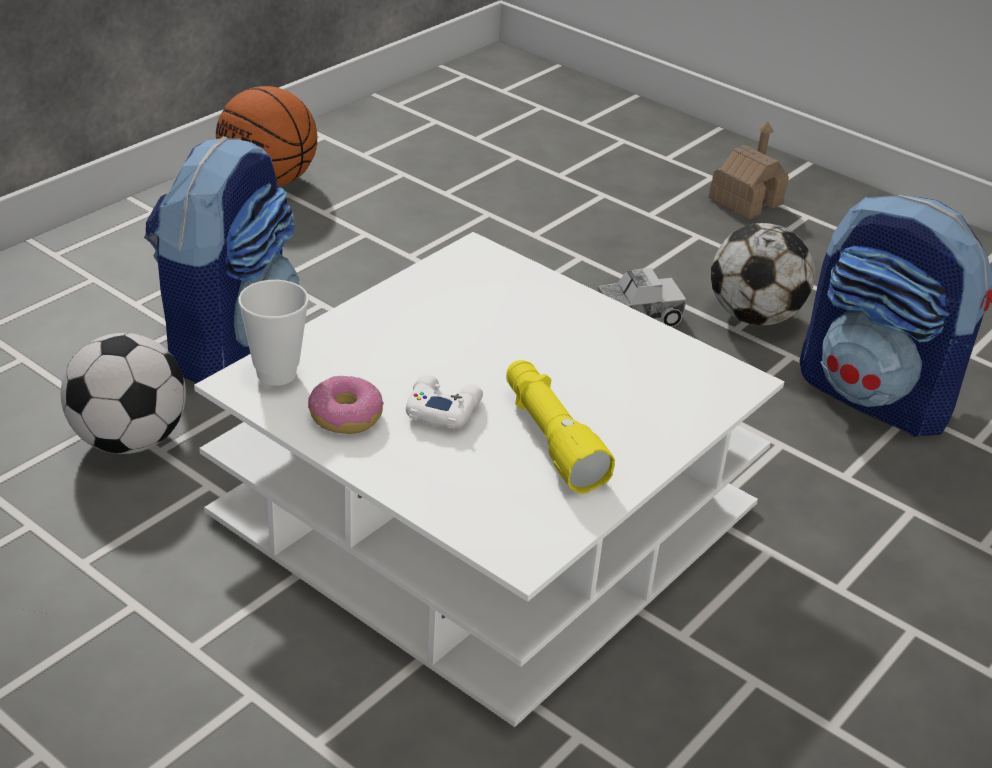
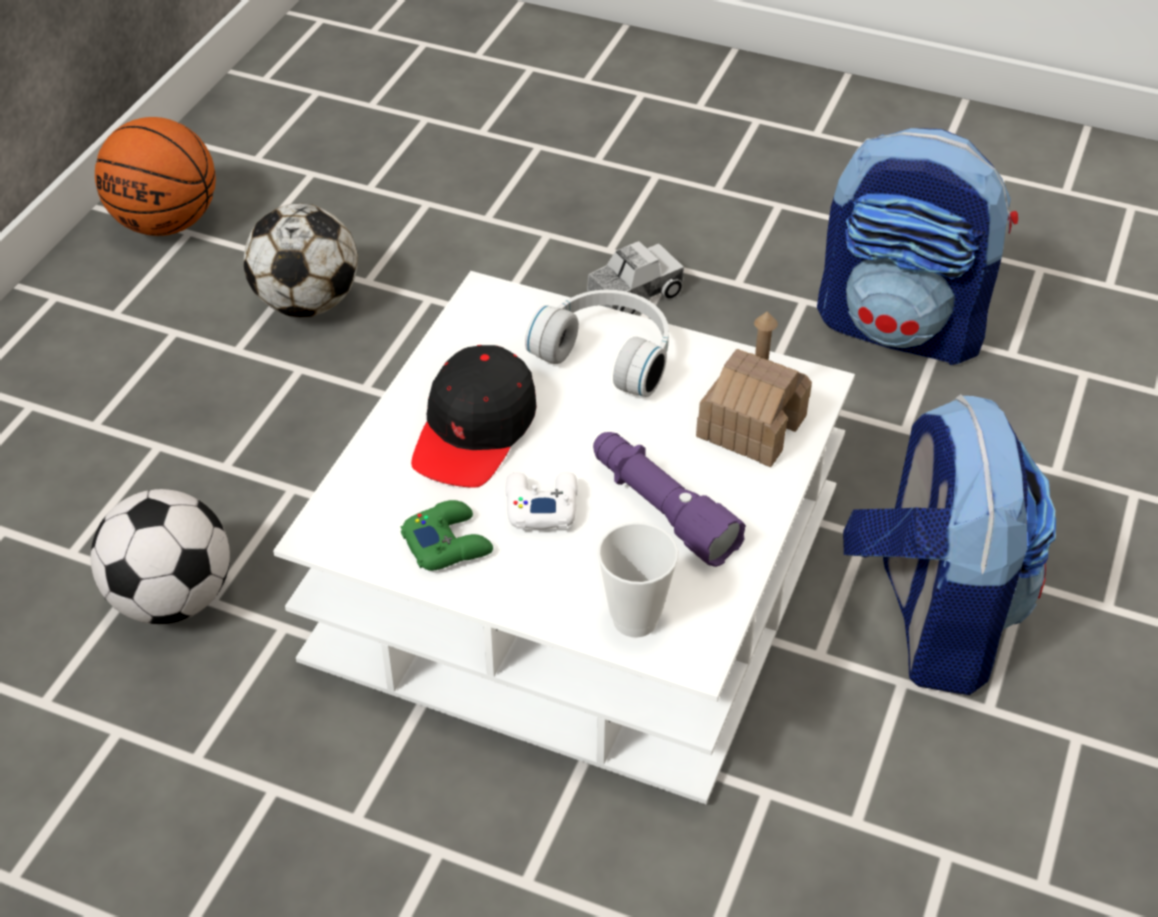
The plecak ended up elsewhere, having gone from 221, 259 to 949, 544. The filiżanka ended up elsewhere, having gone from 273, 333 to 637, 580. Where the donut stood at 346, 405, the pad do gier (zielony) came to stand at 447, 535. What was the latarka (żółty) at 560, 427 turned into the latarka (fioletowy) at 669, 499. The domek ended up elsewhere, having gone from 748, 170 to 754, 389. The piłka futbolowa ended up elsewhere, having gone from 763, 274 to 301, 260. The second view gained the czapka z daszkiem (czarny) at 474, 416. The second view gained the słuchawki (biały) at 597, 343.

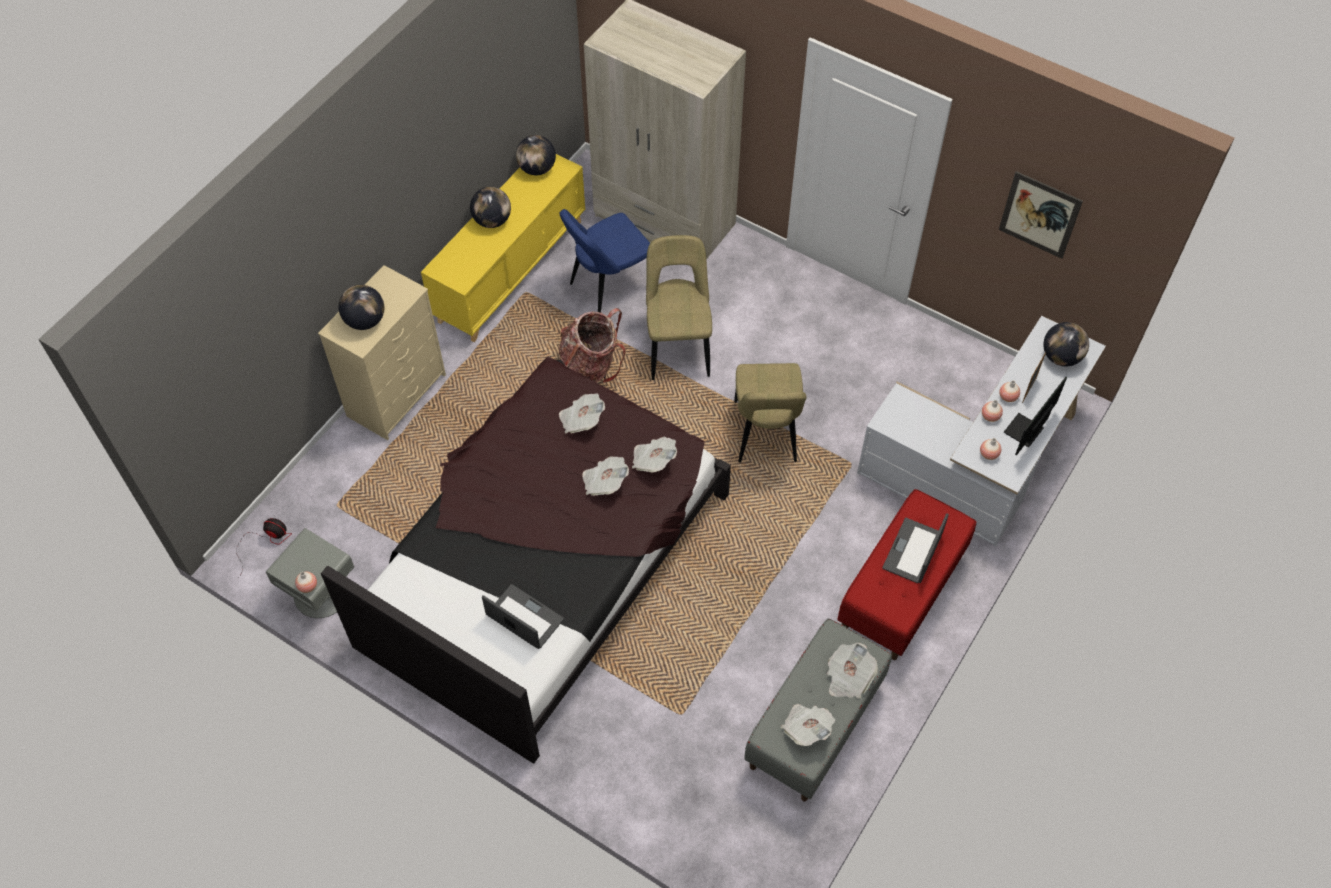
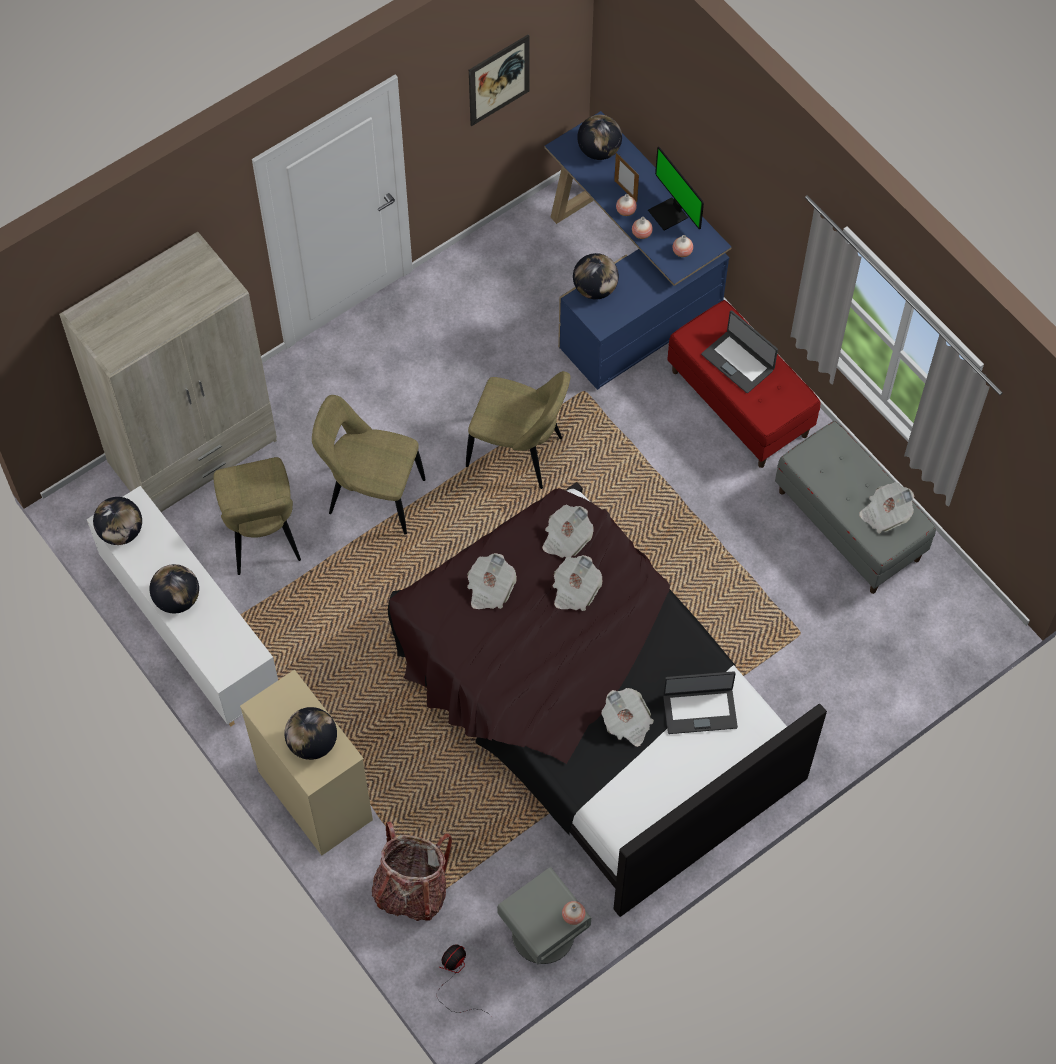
What was the szafka (żółty) at 503, 248 turned into the szafka (biały) at 182, 606. The laptop at 523, 616 ended up facing another way, 150 degrees counterclockwise from before. What was the krzesło (niebieski) at 604, 261 turned into the krzesło (beżowy) at 257, 516. The plecak ended up elsewhere, having gone from 592, 345 to 412, 871. The gazeta ended up elsewhere, having gone from 852, 671 to 627, 717. What was the biurko (biały) at 981, 431 turned into the biurko (niebieski) at 638, 250. The second view gained the globus at 596, 276.

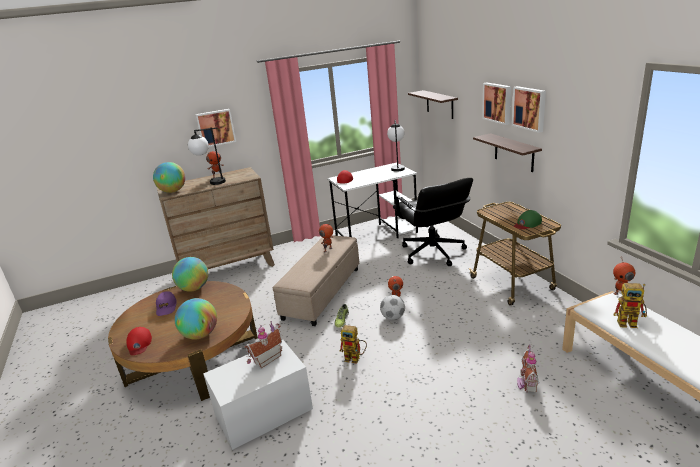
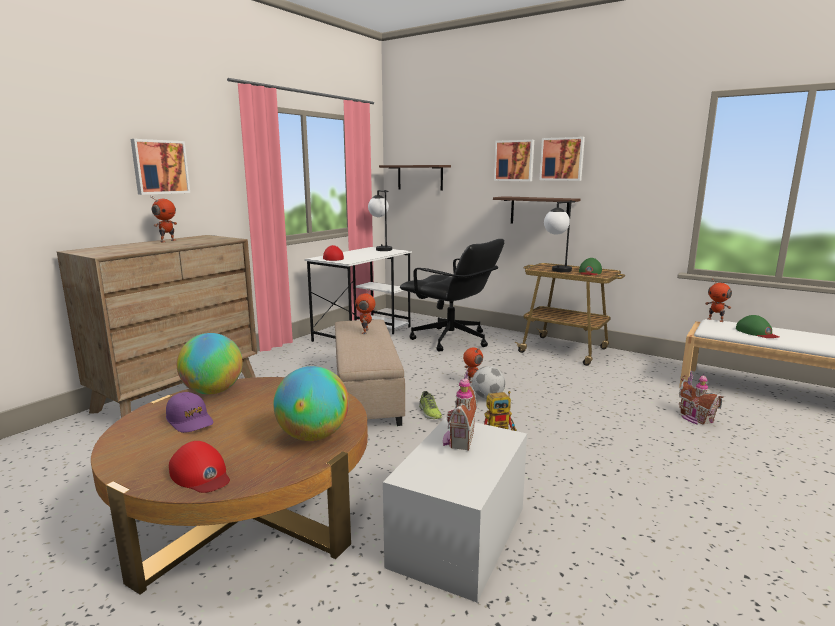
The second view lost the globus at 169, 177. The lampa stołowa ended up elsewhere, having gone from 207, 156 to 559, 236. Where the robot zabawkowy stood at 630, 305, the czapka z daszkiem (zielony) came to stand at 757, 326.

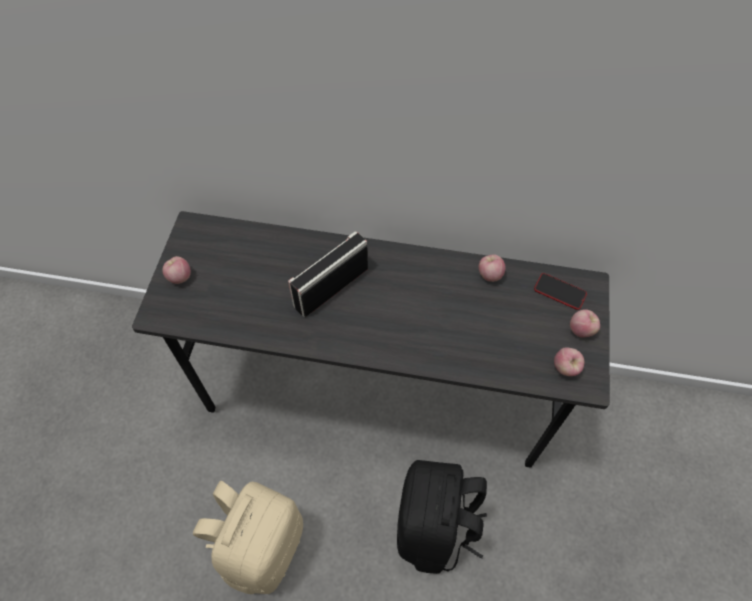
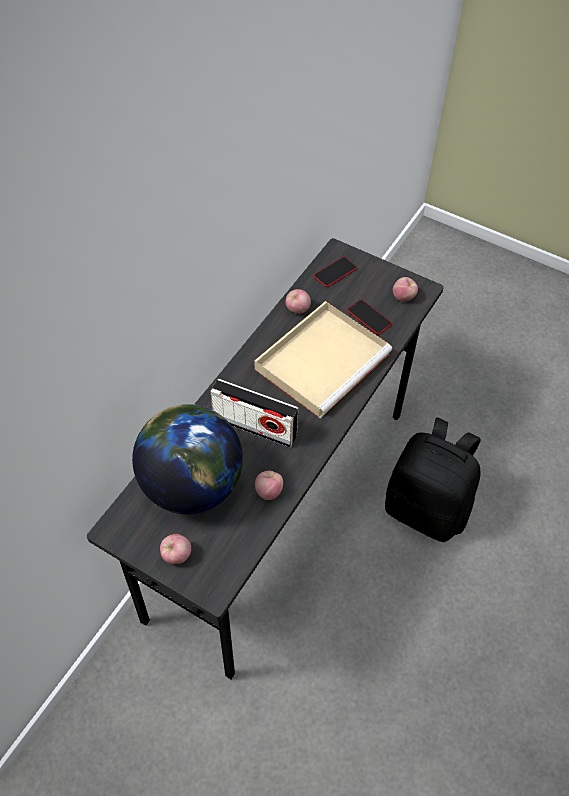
The second view lost the plecak (beżowy) at 248, 537. The radio at 328, 274 ended up facing another way, 45 degrees counterclockwise from before. The jabłko ended up elsewhere, having gone from 585, 323 to 269, 485. The second view gained the globus at 187, 459. The second view gained the taca (beżowy) at 323, 359. The second view gained the telefon at 369, 317.

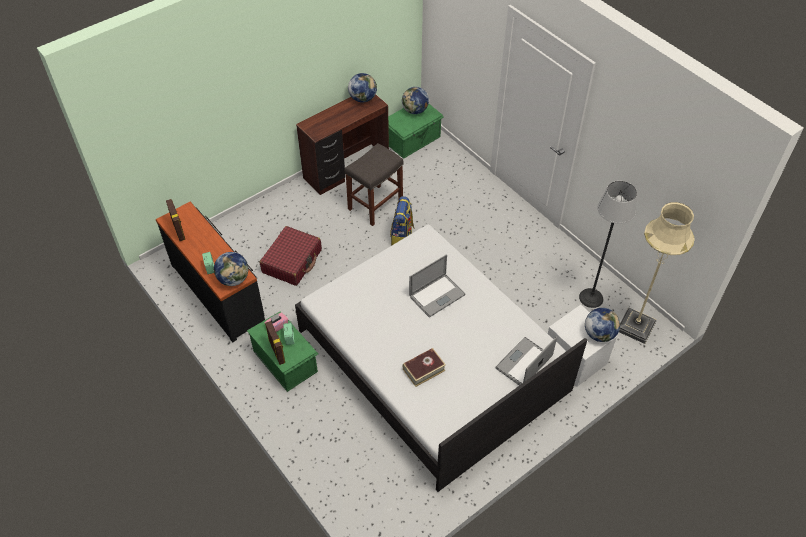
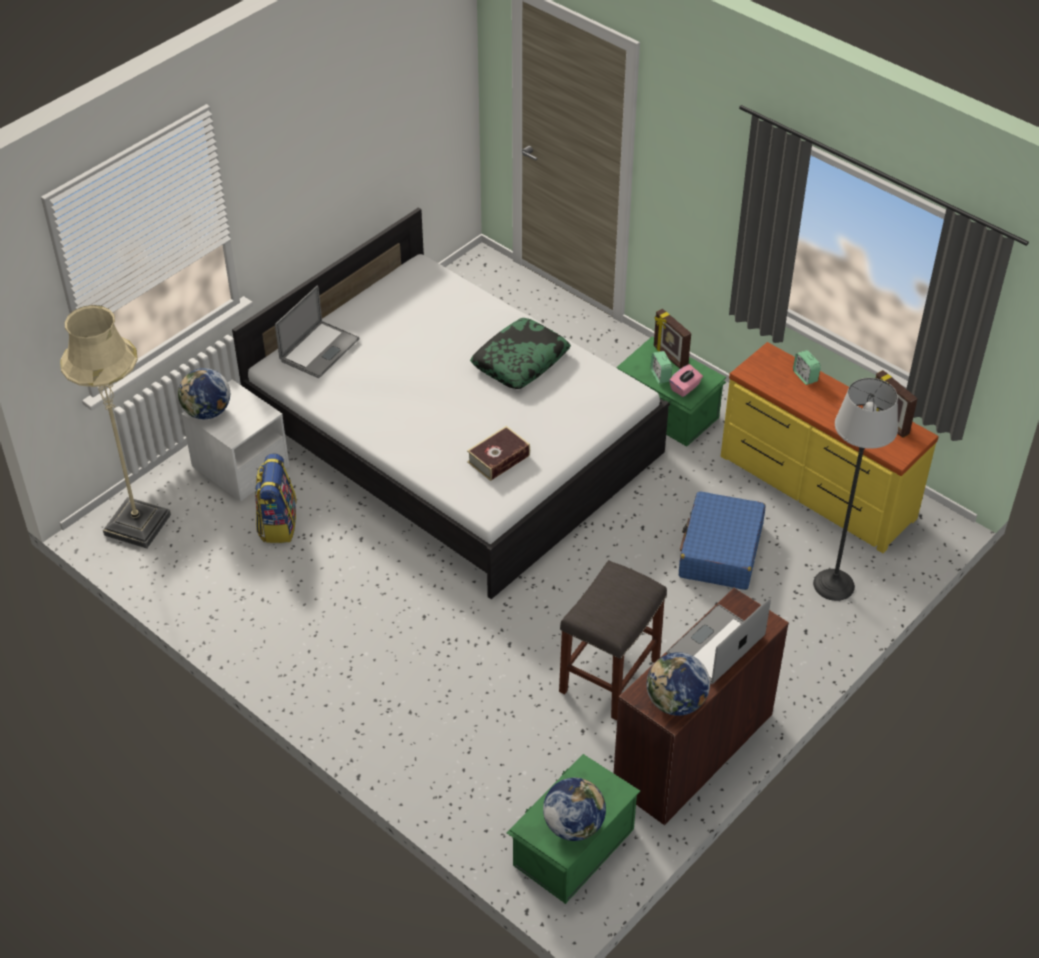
What was the komoda (czarny) at 210, 272 turned into the komoda (żółty) at 830, 447. The second view lost the globus at 231, 269. What was the walizka (czerwony) at 291, 256 turned into the walizka (niebieski) at 722, 540. The plecak ended up elsewhere, having gone from 402, 220 to 276, 498. The książka ended up elsewhere, having gone from 424, 367 to 498, 453. The laptop ended up elsewhere, having gone from 437, 285 to 719, 641. The lampa stojąca ended up elsewhere, having gone from 608, 244 to 855, 489. The second view gained the poduszka at 520, 353.

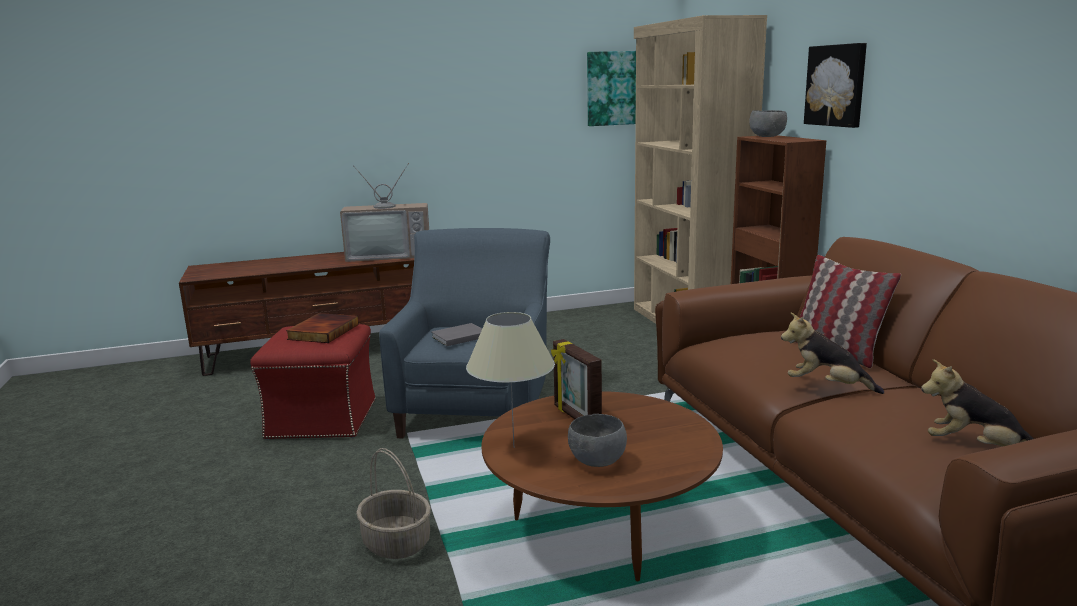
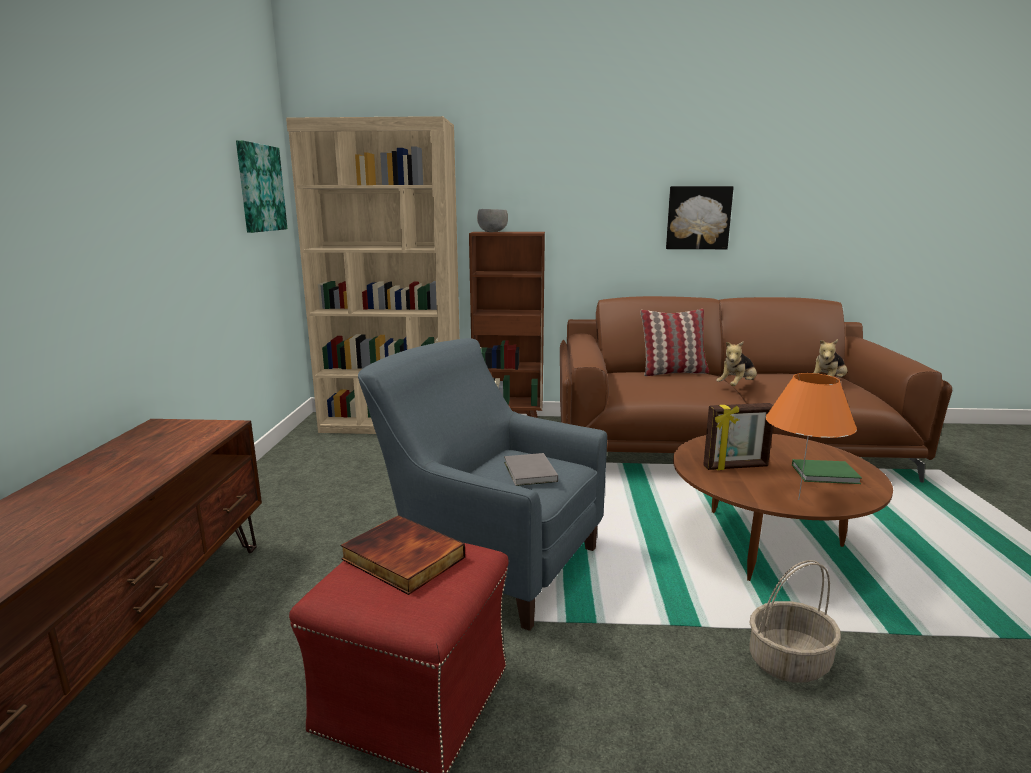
The second view lost the telewizor at 384, 212. What was the lampa stołowa (beżowy) at 510, 380 turned into the lampa stołowa (pomarańczowy) at 811, 436. Where the miska (szary) stood at 597, 440, the książka (zielony) came to stand at 827, 471. The obraz ended up elsewhere, having gone from 835, 85 to 700, 217.

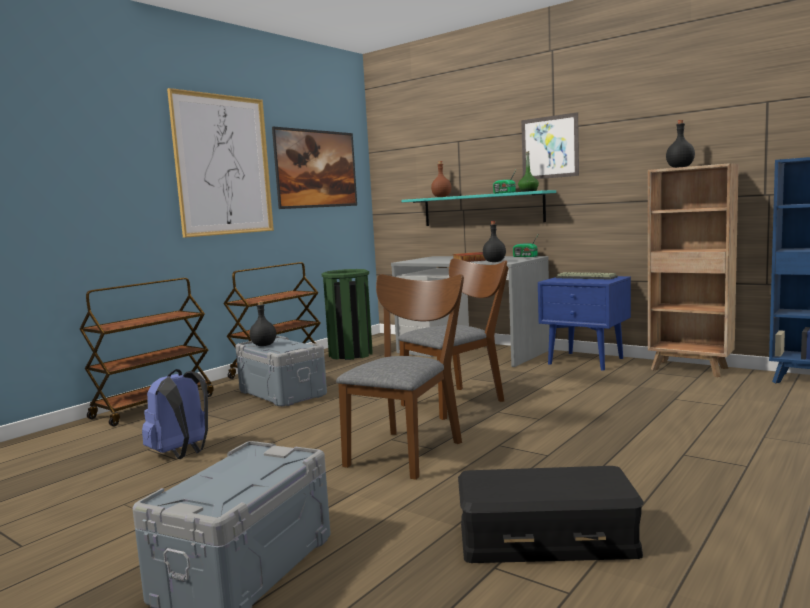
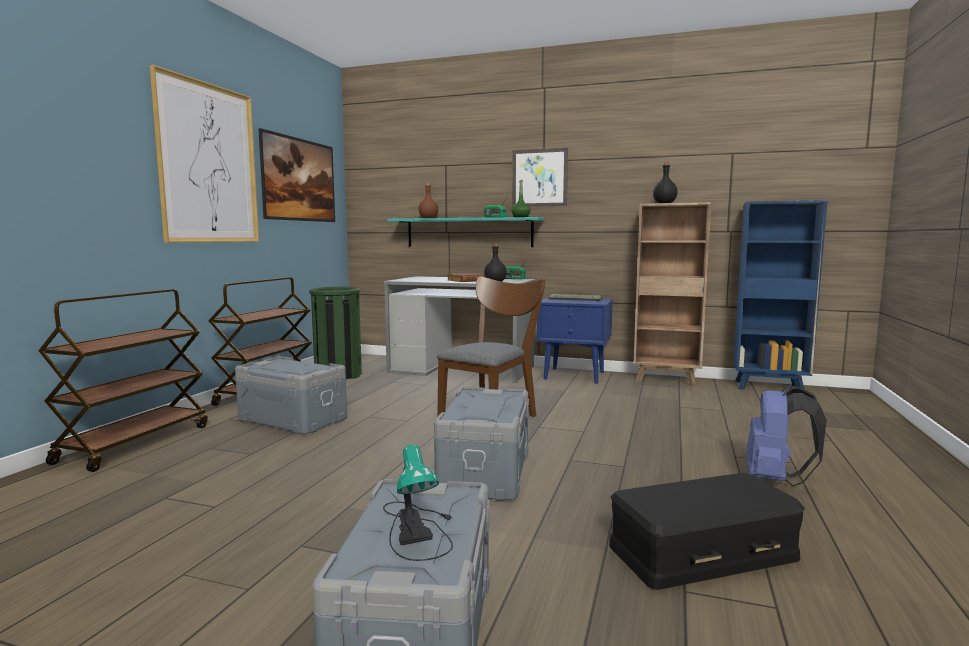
The plecak (niebieski) ended up elsewhere, having gone from 175, 414 to 787, 435. The second view lost the butelka (czarny) at 263, 323. Where the krzesło (brązowy) stood at 400, 377, the pojemnik do przechowywania (szary) came to stand at 481, 444. The second view gained the lampa stołowa at 418, 502.

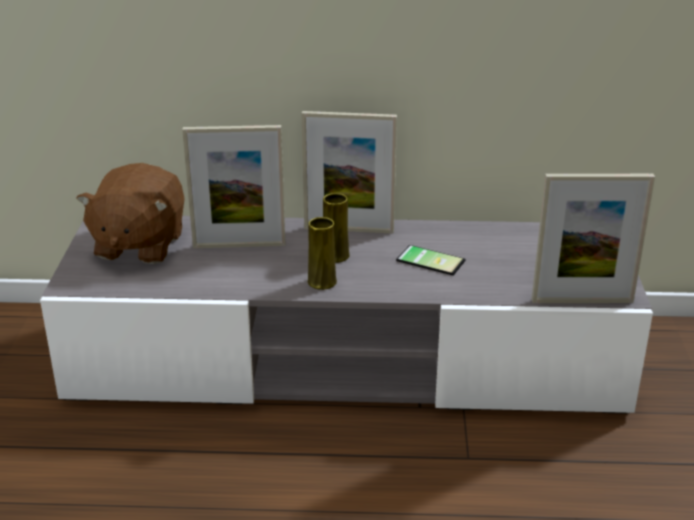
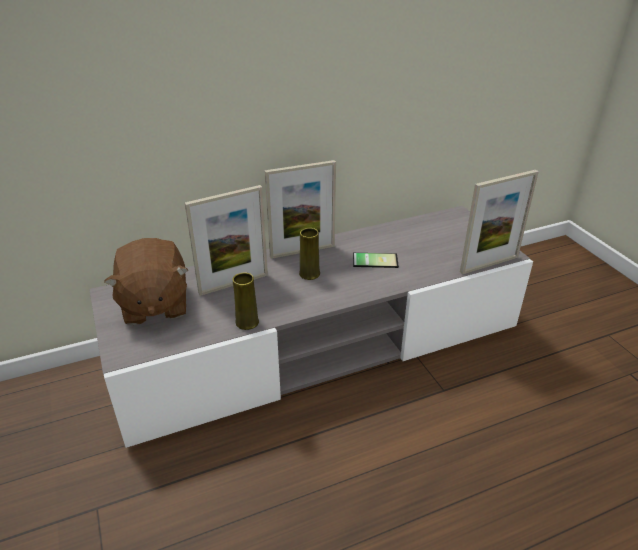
The wazon (żółty) ended up elsewhere, having gone from 322, 253 to 246, 301.

